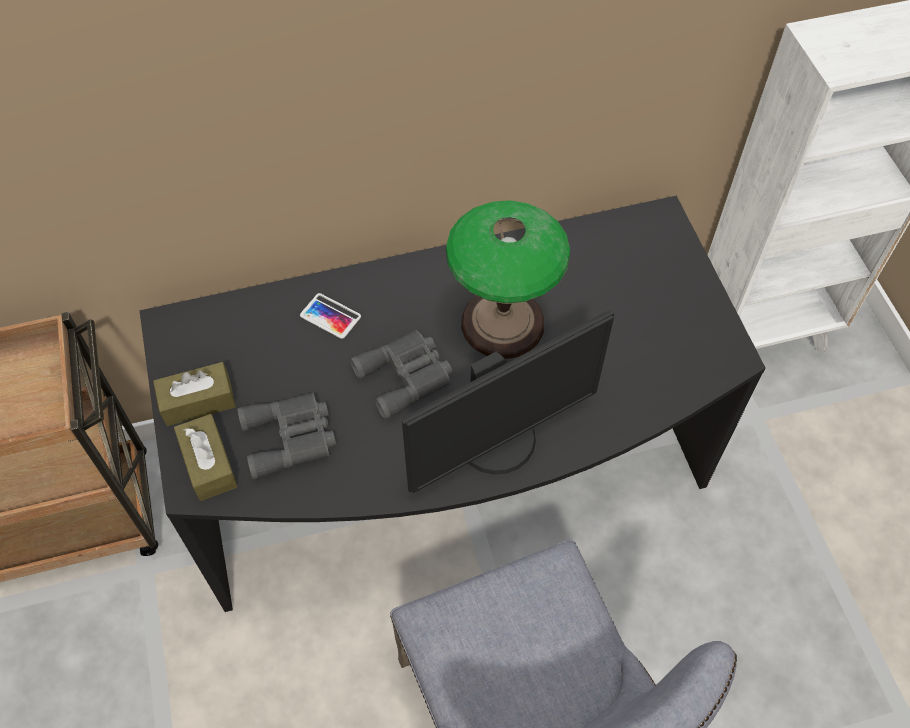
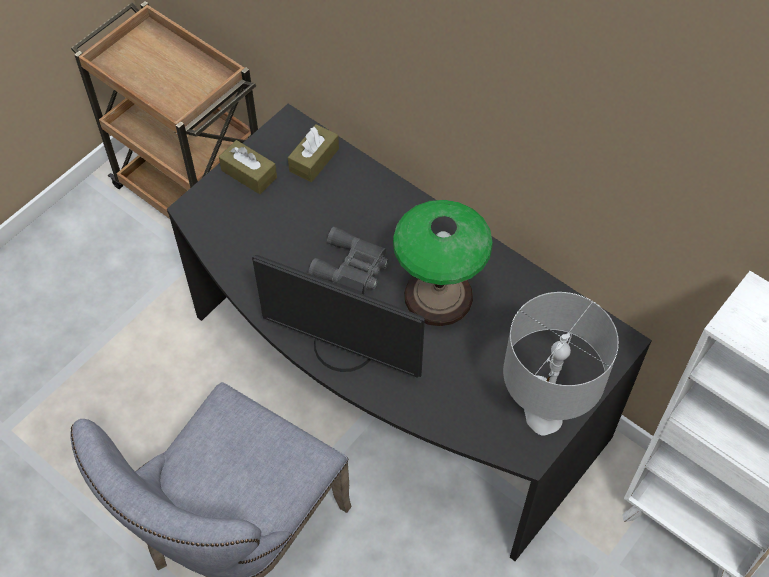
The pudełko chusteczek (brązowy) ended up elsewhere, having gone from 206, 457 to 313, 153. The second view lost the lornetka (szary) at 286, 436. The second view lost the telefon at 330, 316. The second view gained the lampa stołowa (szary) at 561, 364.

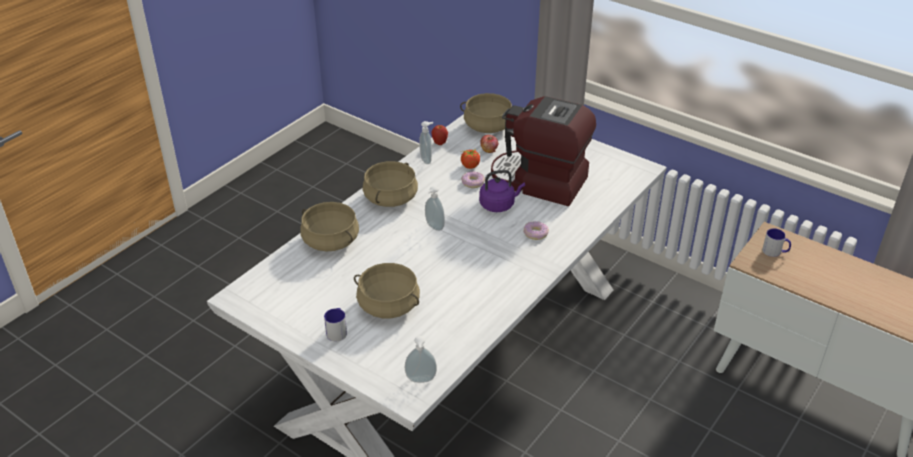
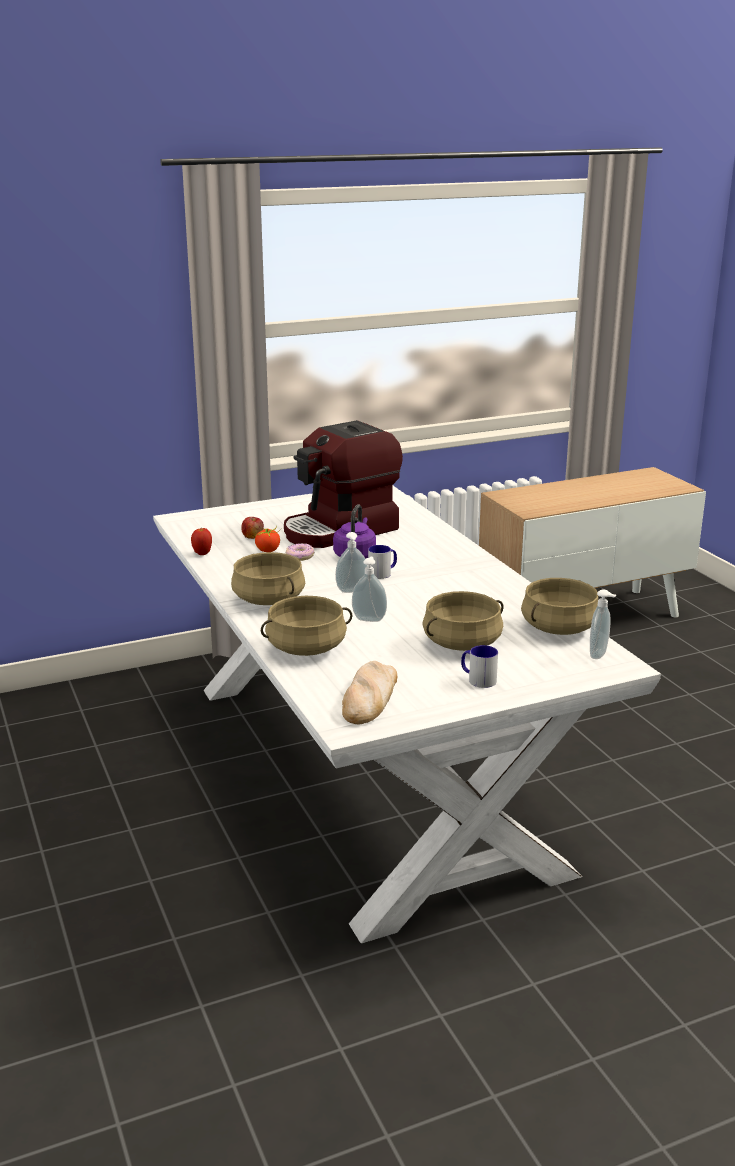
The dozownik mydła ended up elsewhere, having gone from 426, 142 to 369, 589. The garnek (beżowy) ended up elsewhere, having gone from 486, 113 to 559, 606. The second view lost the donut at 536, 230. The kubek ended up elsewhere, having gone from 776, 242 to 382, 562. The second view gained the chleb at 370, 692.

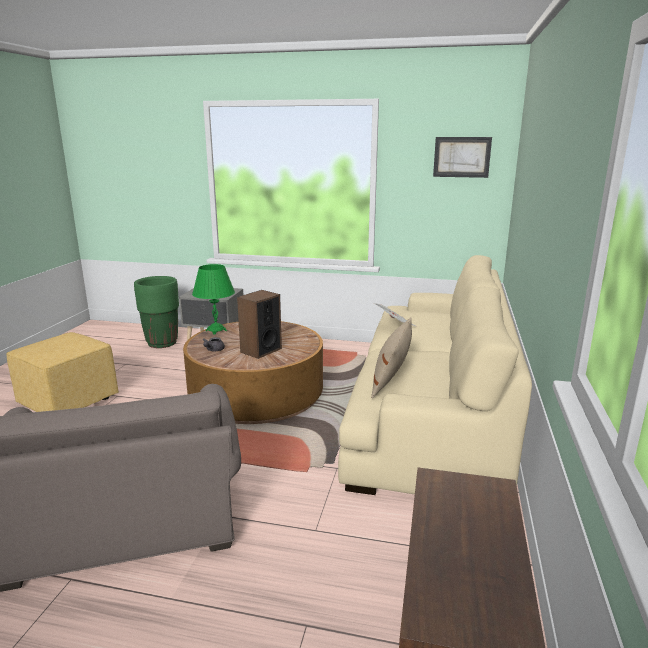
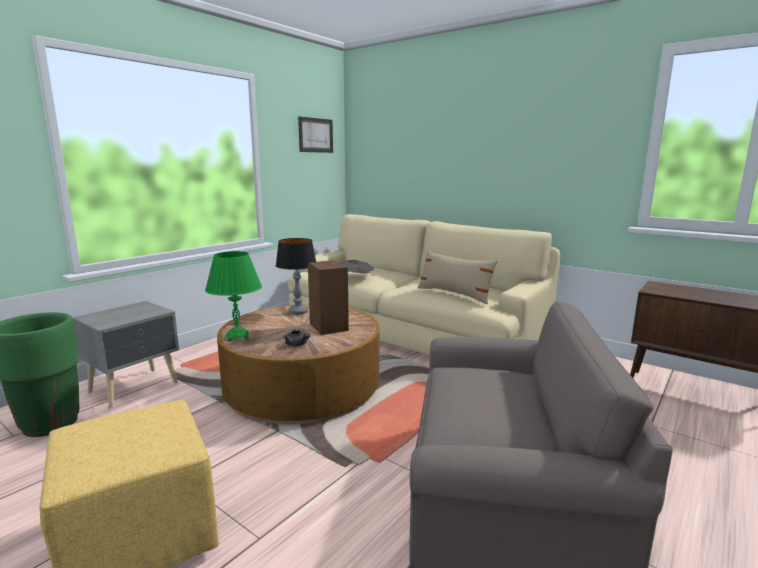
The second view gained the lampa stołowa at 296, 276.

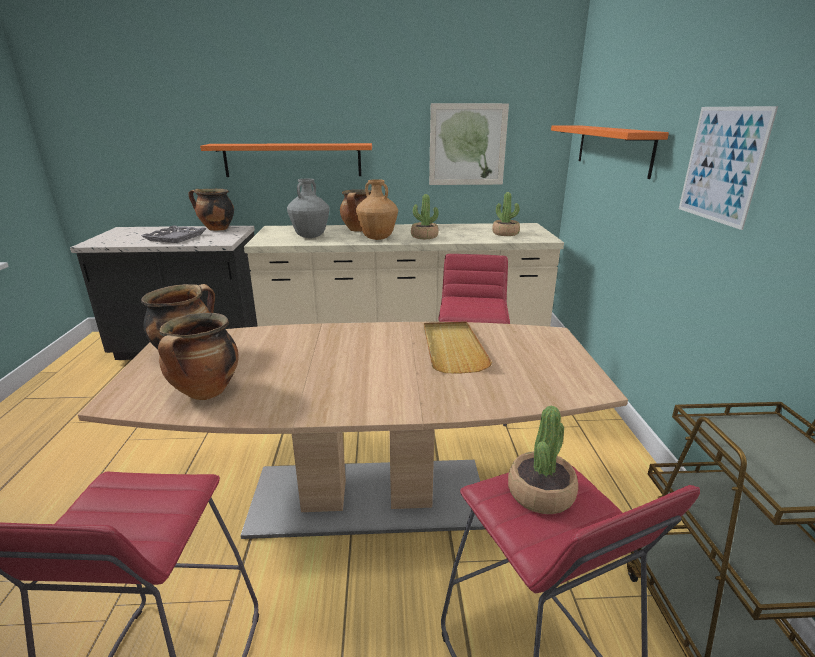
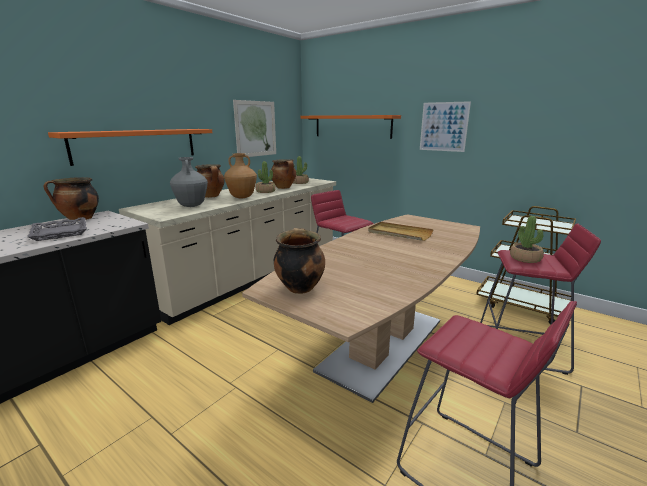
The garnek ended up elsewhere, having gone from 198, 356 to 283, 174.

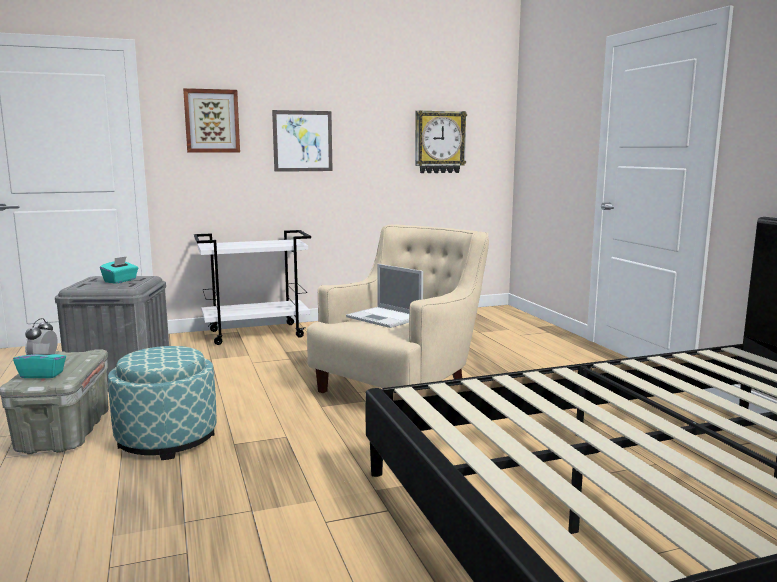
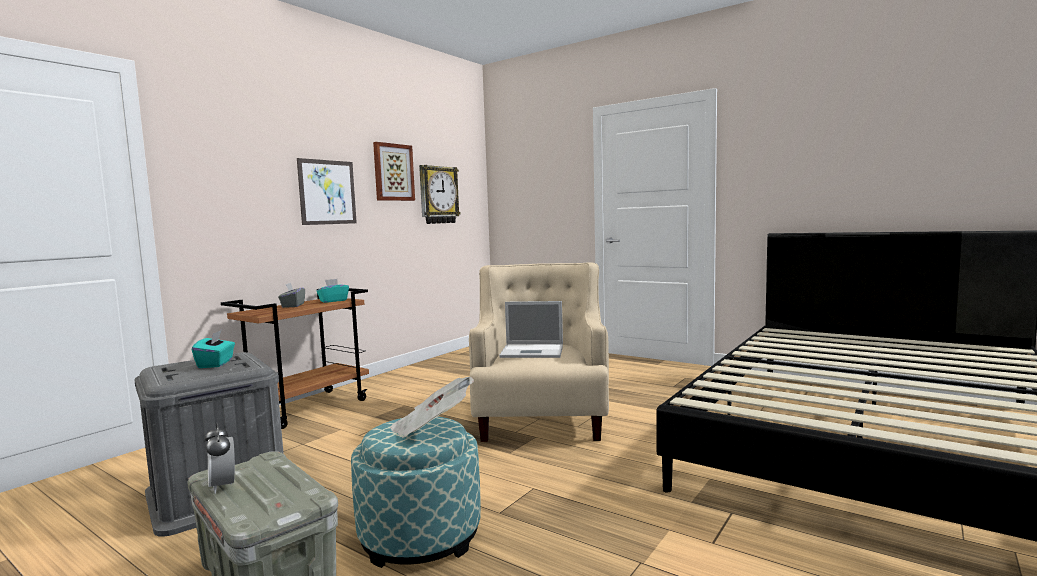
The pudełko chusteczek (turkusowy) ended up elsewhere, having gone from 39, 360 to 332, 291. The obraz ended up elsewhere, having gone from 211, 120 to 394, 171. What was the wózek (biały) at 252, 287 turned into the wózek (brązowy) at 295, 358. The second view gained the pudełko chusteczek (szary) at 291, 295. The second view gained the gazeta at 432, 407.

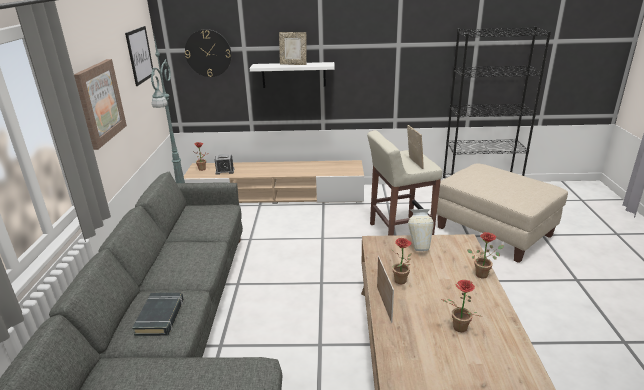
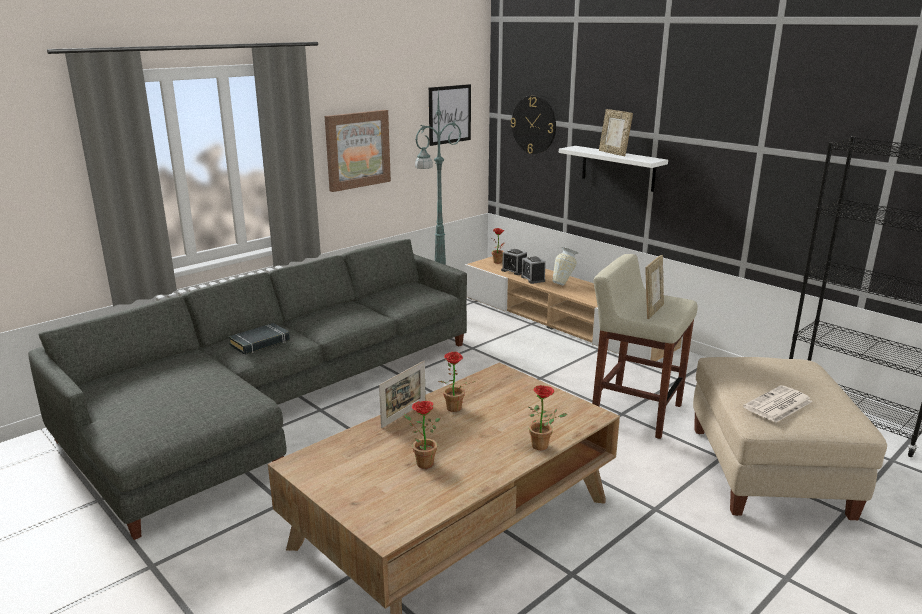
The wazon ended up elsewhere, having gone from 421, 230 to 565, 266. The second view gained the budzik at 533, 270. The second view gained the gazeta at 778, 403.

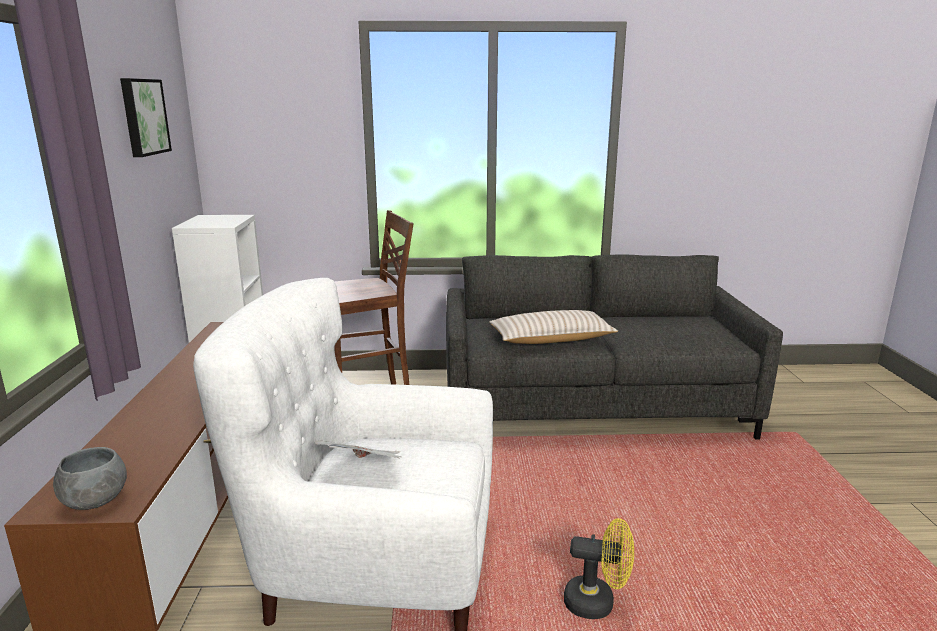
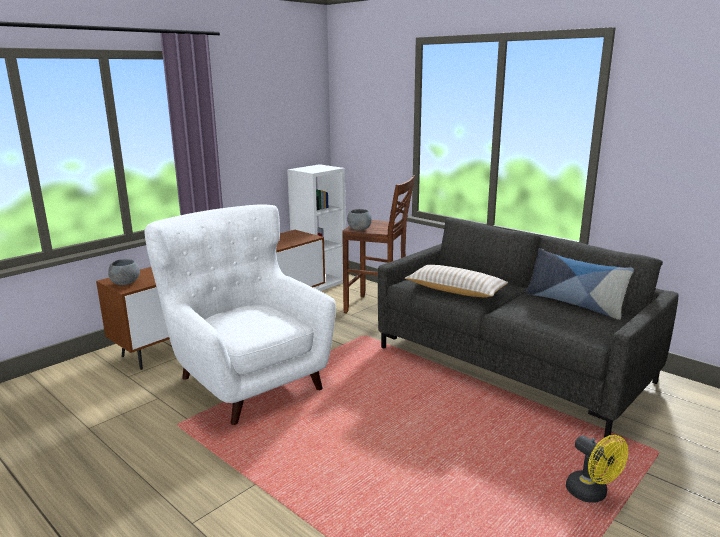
The second view lost the obraz at 146, 117. The second view lost the gazeta at 358, 449. The wentylator (żółty) ended up elsewhere, having gone from 599, 568 to 597, 469. The second view gained the miska (szary) at 359, 219. The second view gained the poduszka at 580, 284.

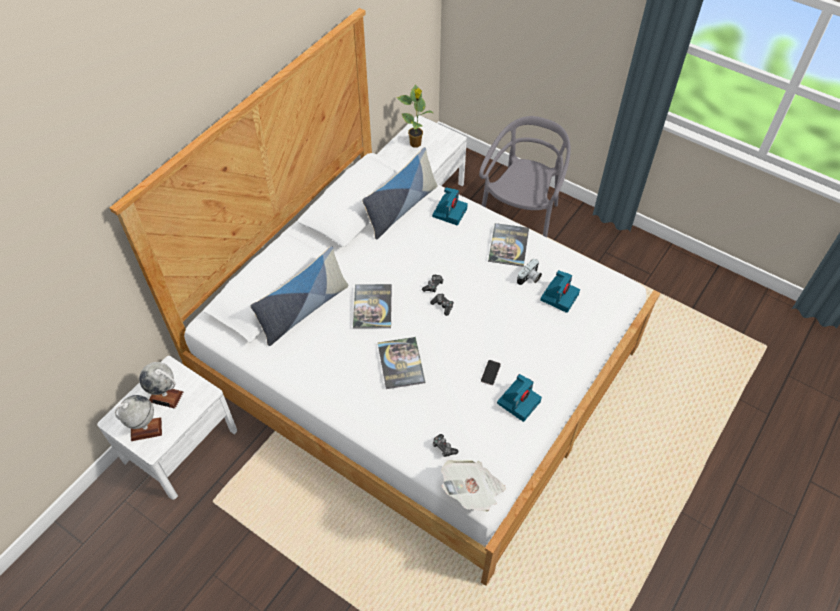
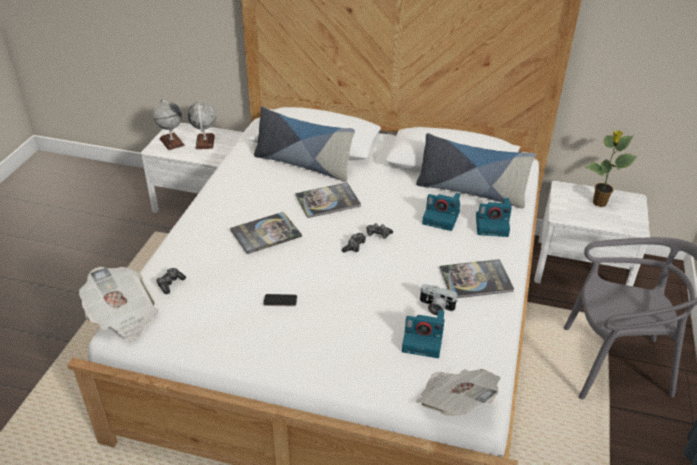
The aparat fotograficzny ended up elsewhere, having gone from 519, 398 to 441, 212. The second view gained the gazeta at 458, 392.

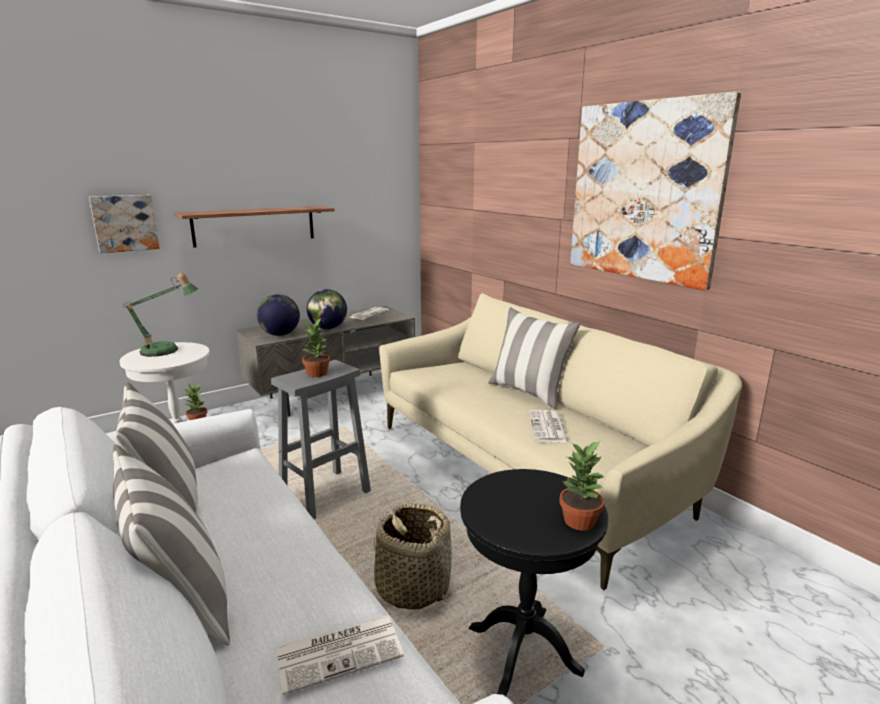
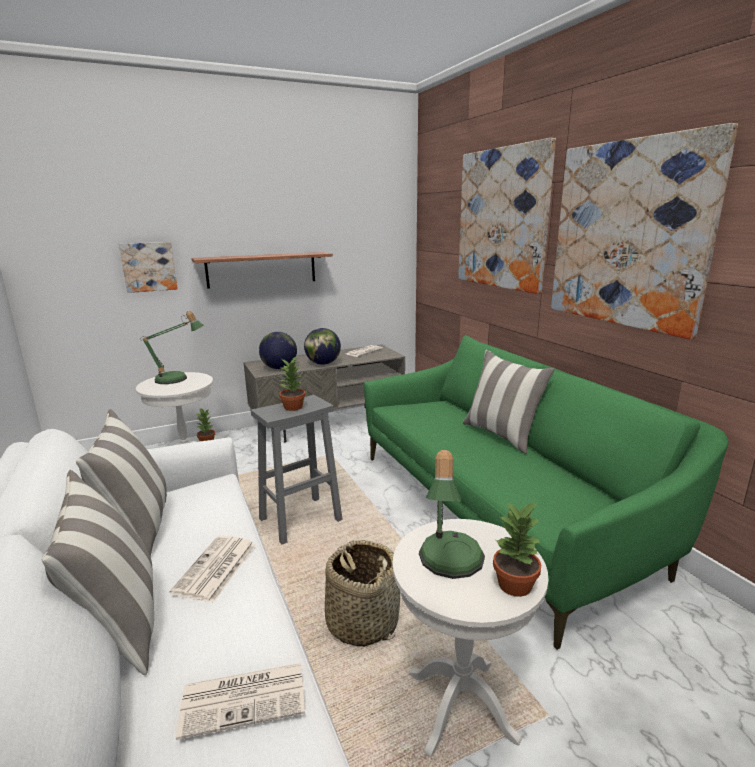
What was the kanapa (beżowy) at 560, 441 turned into the kanapa (zielony) at 546, 492. What was the stolik (czarny) at 534, 582 turned into the stolik (biały) at 470, 638. The gazeta ended up elsewhere, having gone from 549, 426 to 213, 569. The second view gained the lampa stołowa at 452, 514. The second view gained the obraz at 507, 216.

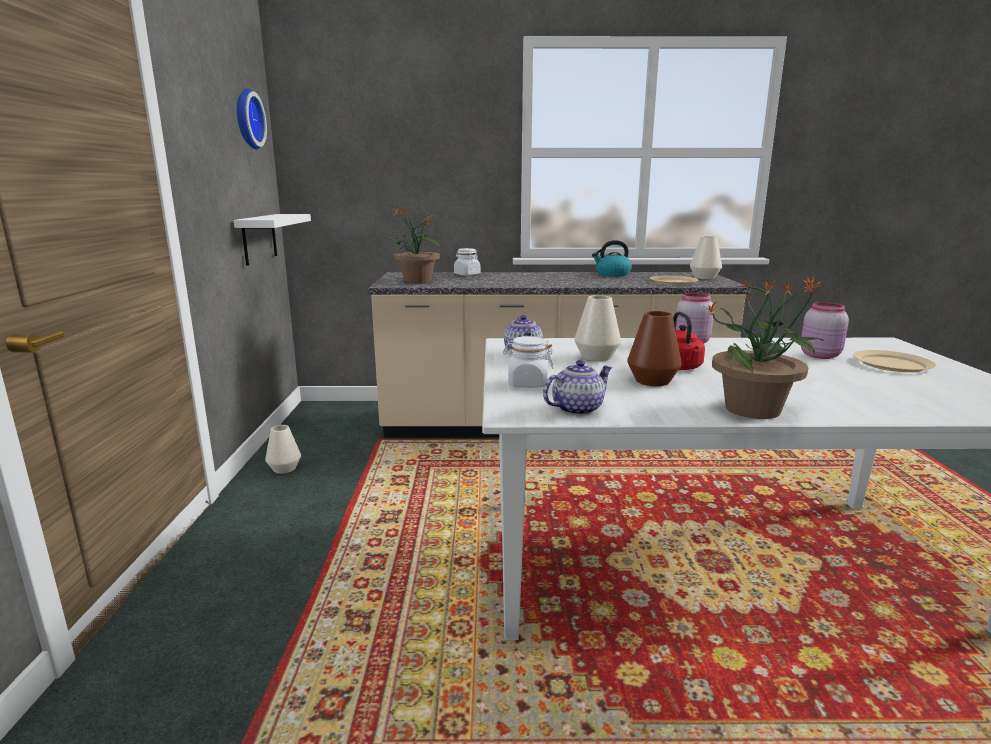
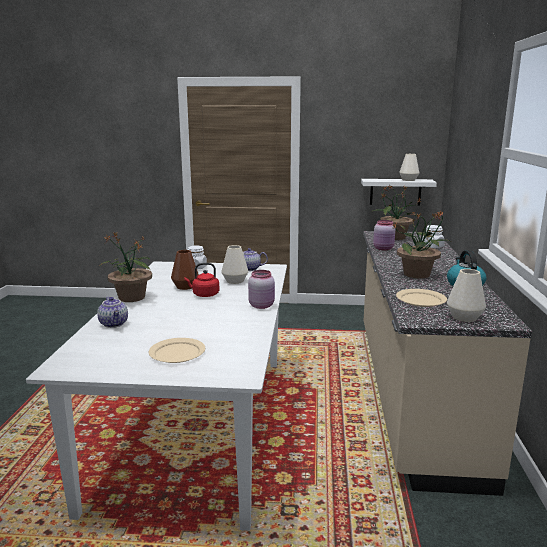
The second view lost the zegar ścienny at 252, 118. The wazon (biały) ended up elsewhere, having gone from 283, 449 to 409, 167. The imbryk ended up elsewhere, having gone from 578, 387 to 112, 312. The słoik (różowy) ended up elsewhere, having gone from 825, 330 to 384, 235. The second view gained the roślina doniczkowa at 420, 244.

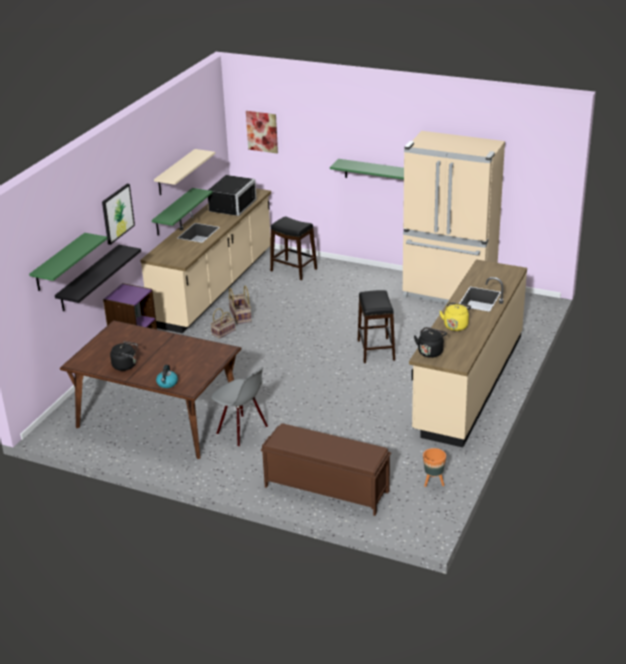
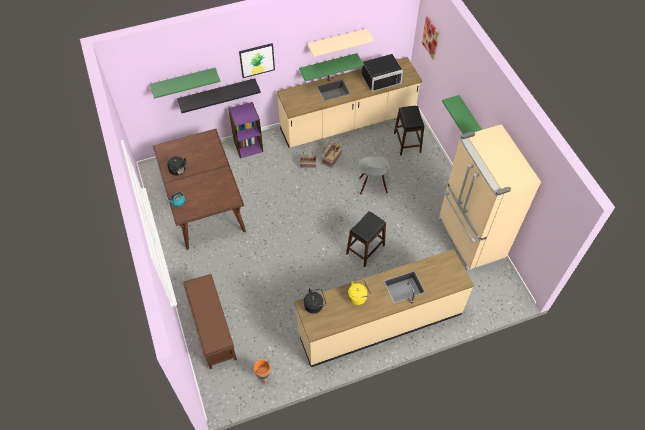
The krzesło (szary) ended up elsewhere, having gone from 239, 407 to 374, 175.

